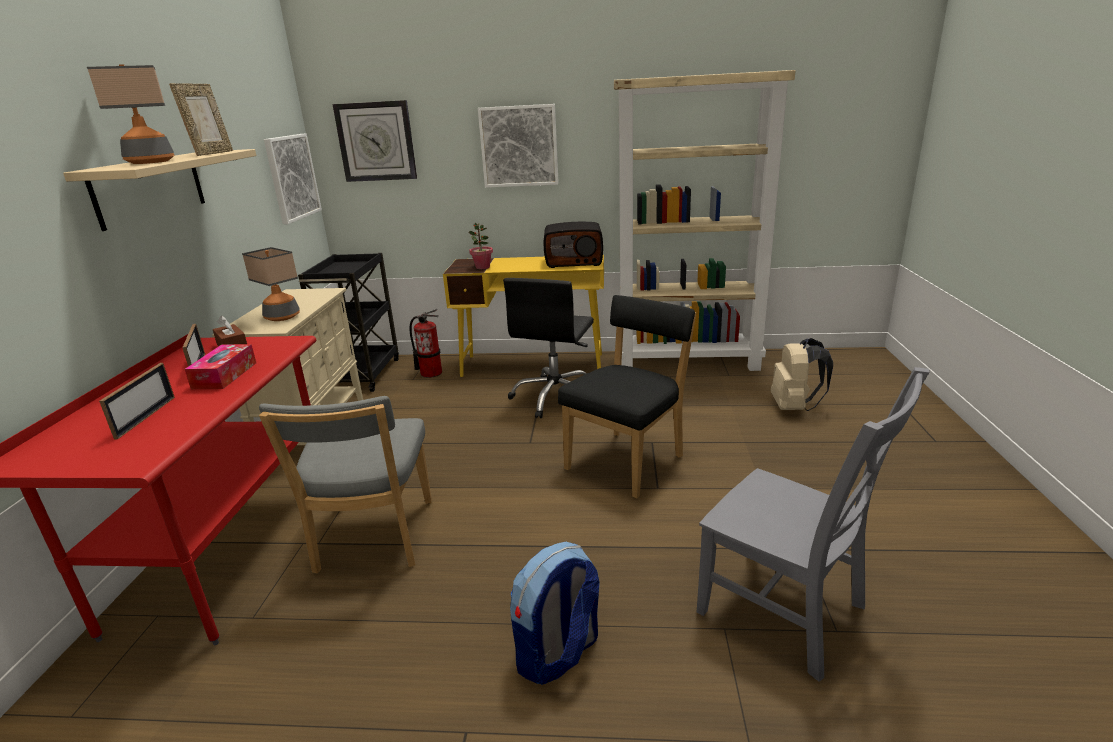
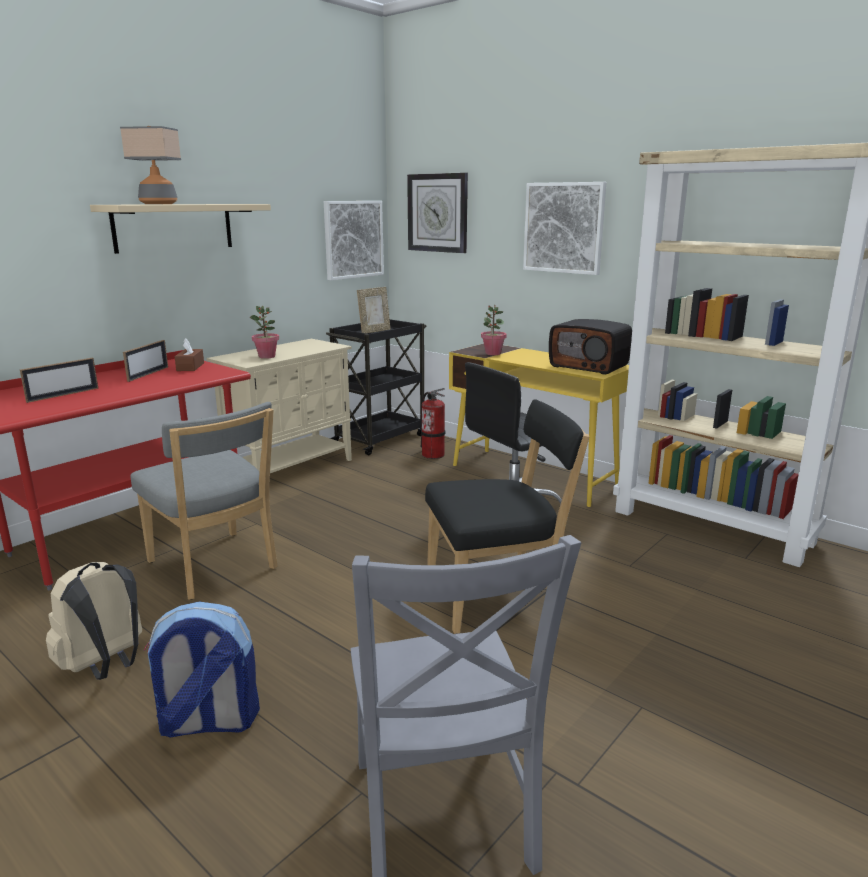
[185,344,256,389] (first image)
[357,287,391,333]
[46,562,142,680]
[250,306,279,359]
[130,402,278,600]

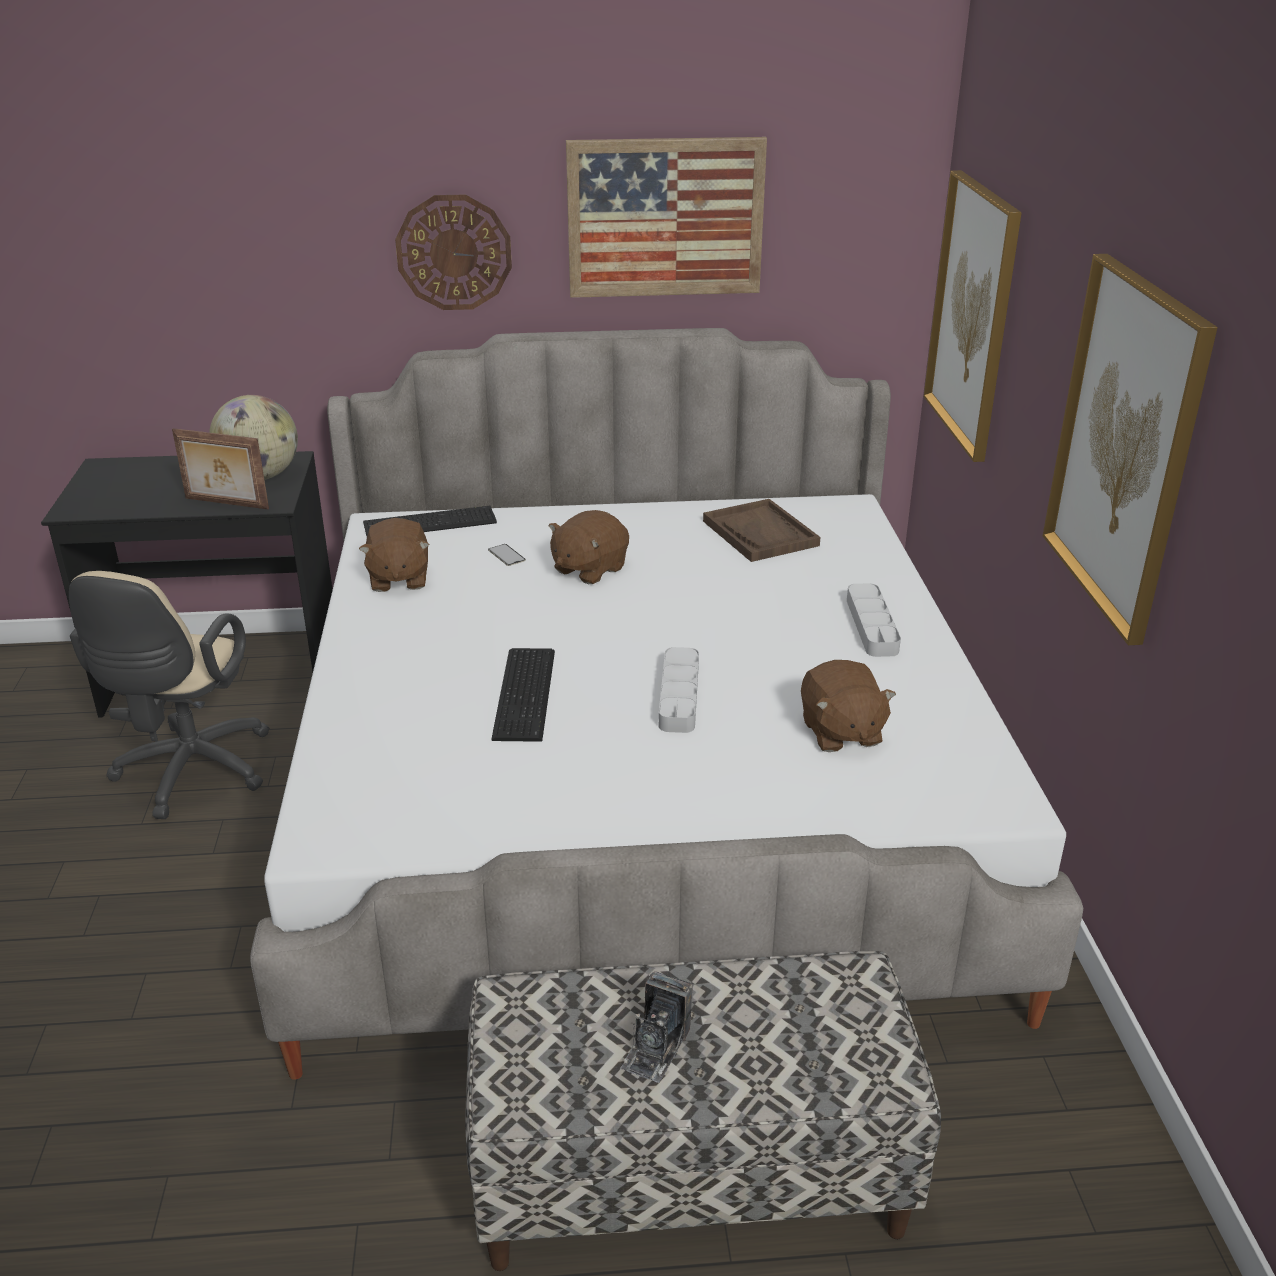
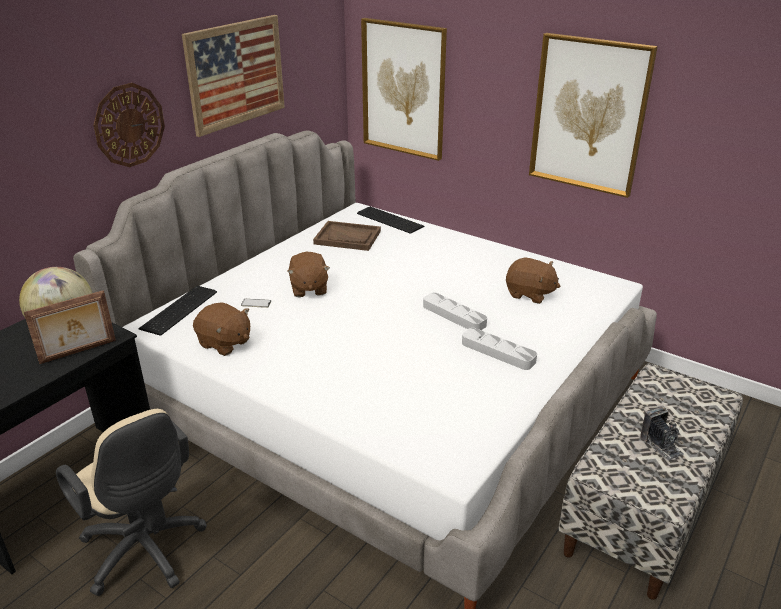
[357,206,425,234]
[462,328,537,370]

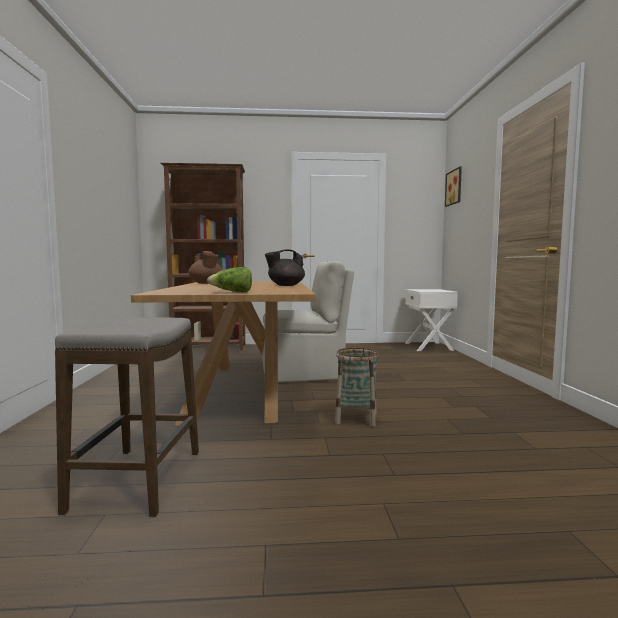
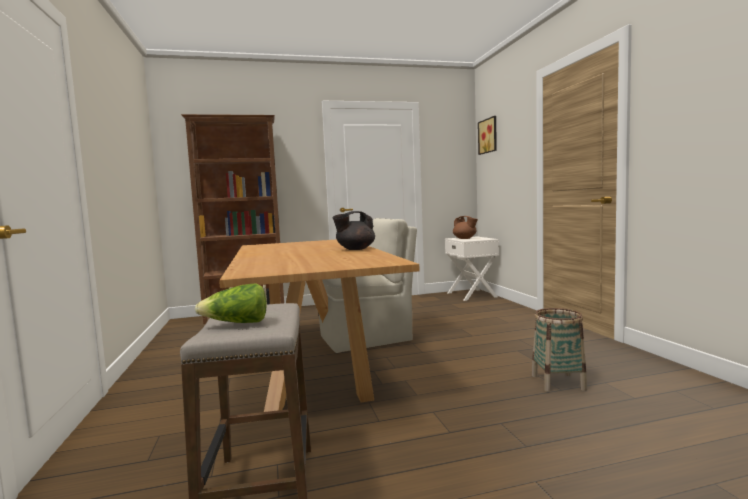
[453,216,478,239]
[195,283,267,323]
[532,308,587,392]

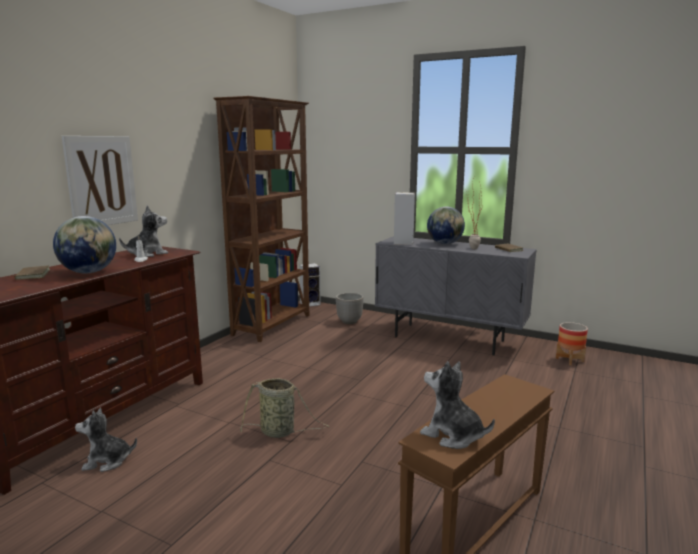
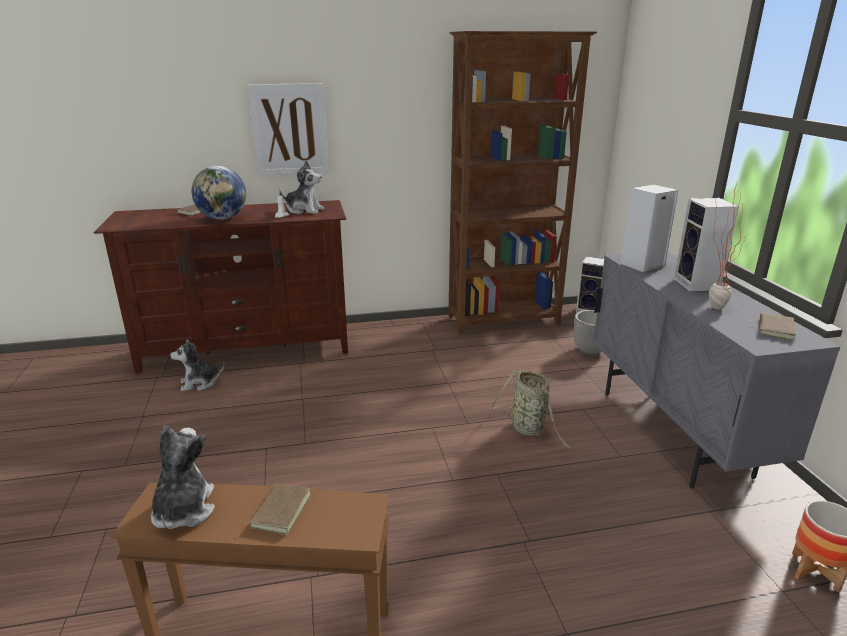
[237,484,311,535]
[489,369,572,449]
[674,198,739,291]
[170,339,225,391]

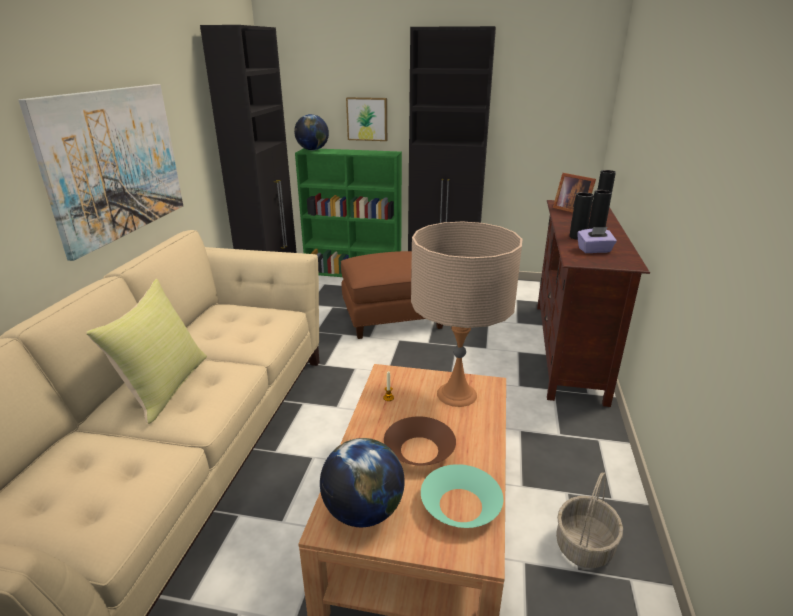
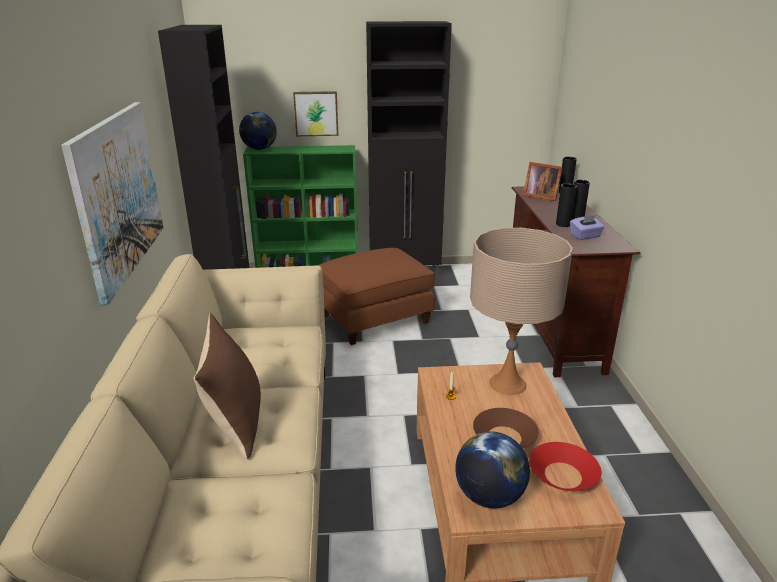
[556,472,623,568] (first image)
[193,313,261,459]
[529,442,601,491]

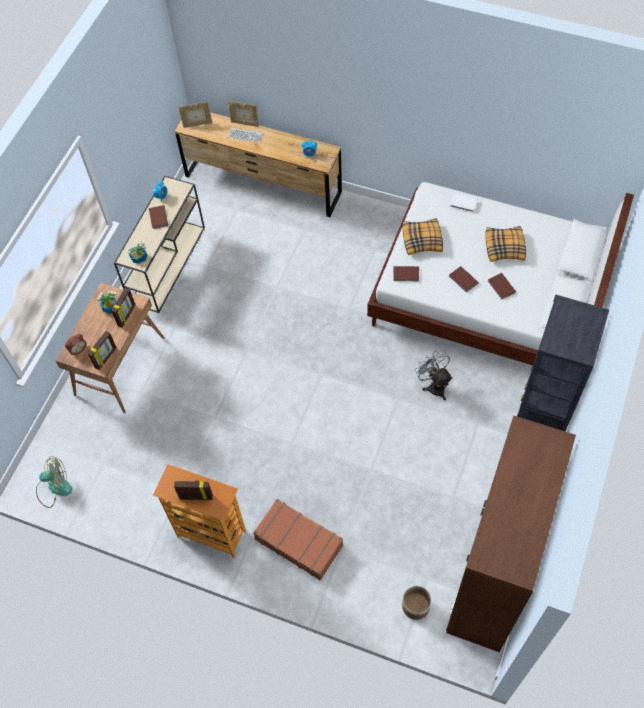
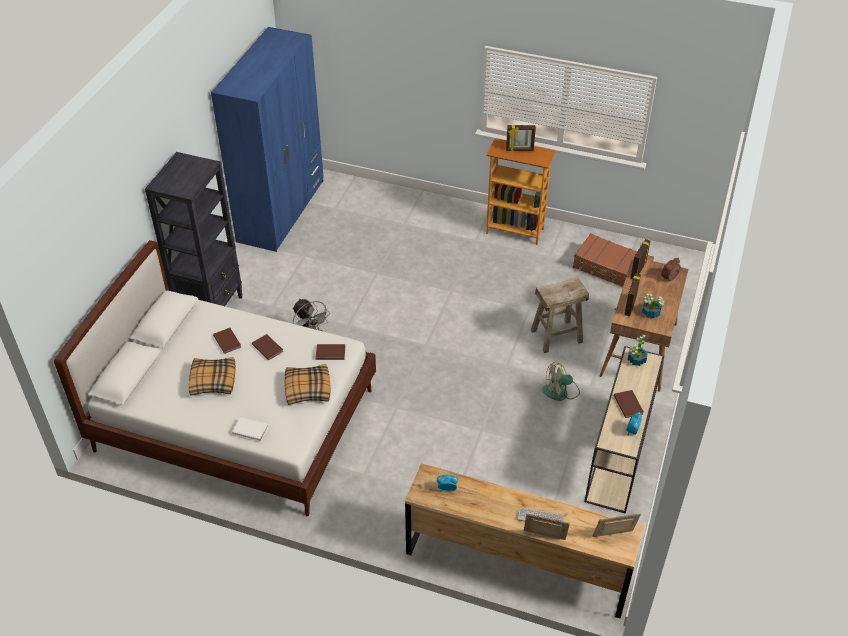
[402,586,431,620] (first image)
[531,277,589,353]
[542,362,580,401]
[573,233,654,287]
[211,27,324,252]

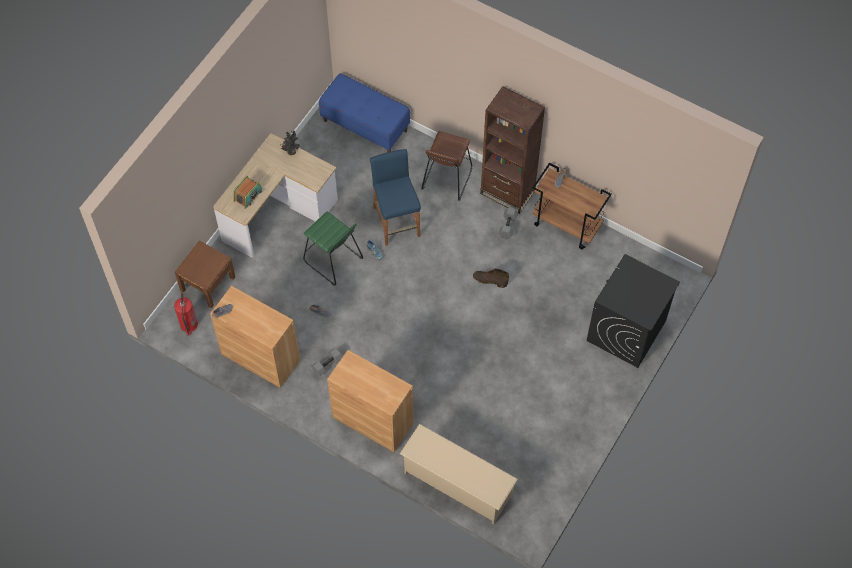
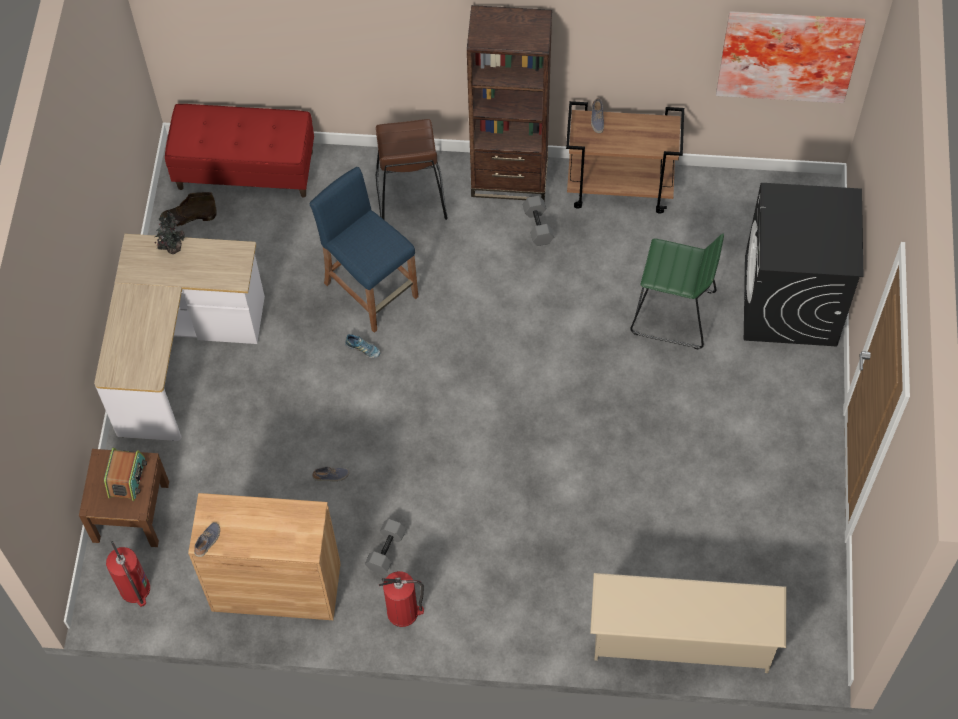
[327,350,413,452] (first image)
[379,571,424,627]
[716,11,866,103]
[104,448,147,501]
[630,234,724,349]
[161,192,217,226]
[165,104,314,198]

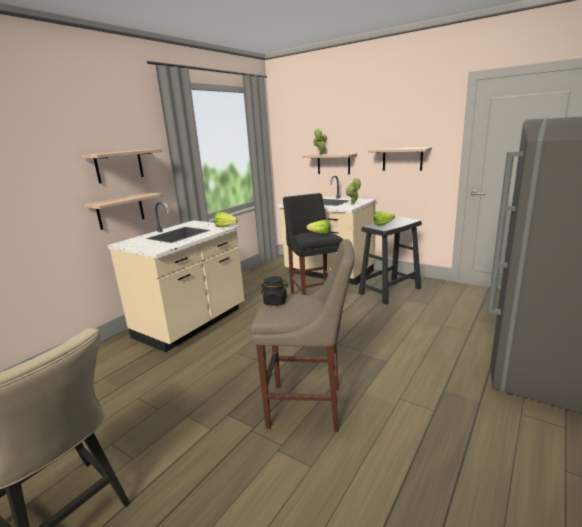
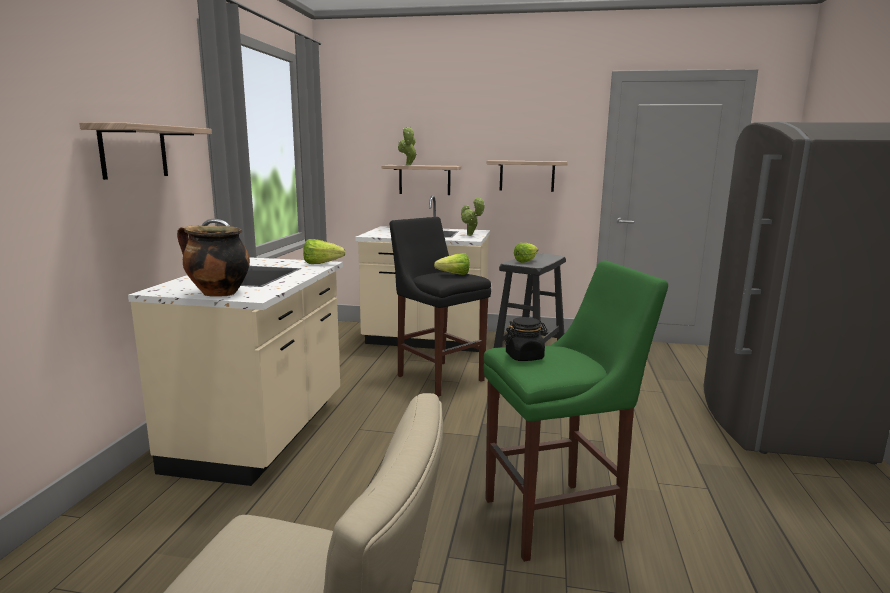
[84,192,163,230] (first image)
[177,225,250,297]
[484,260,668,562]

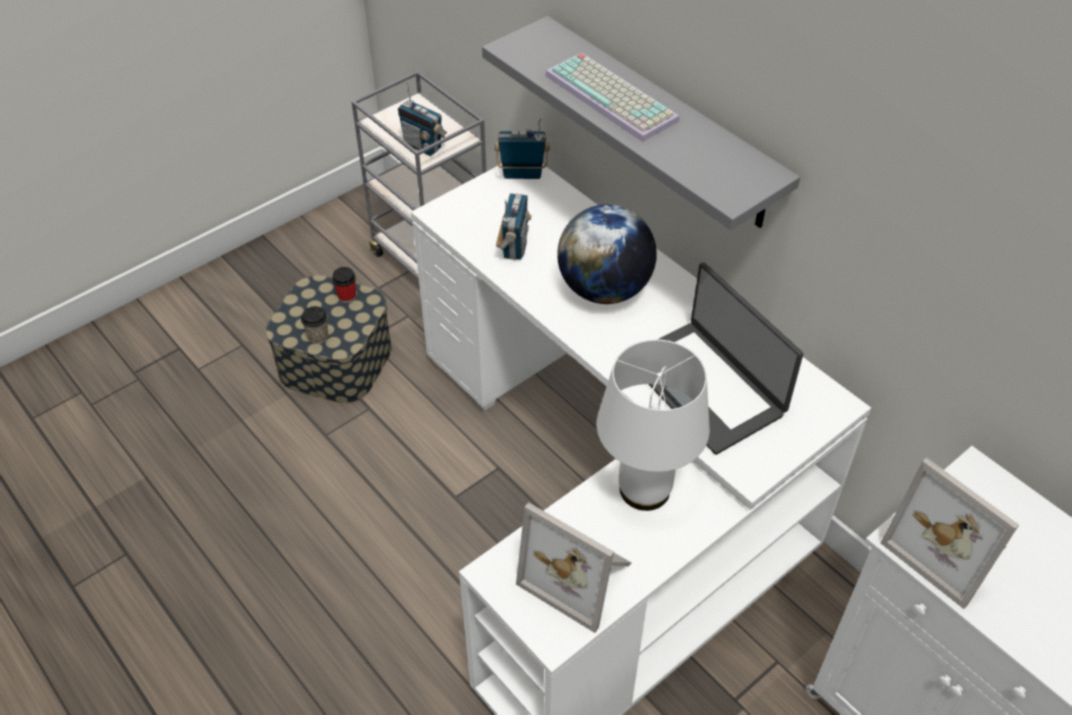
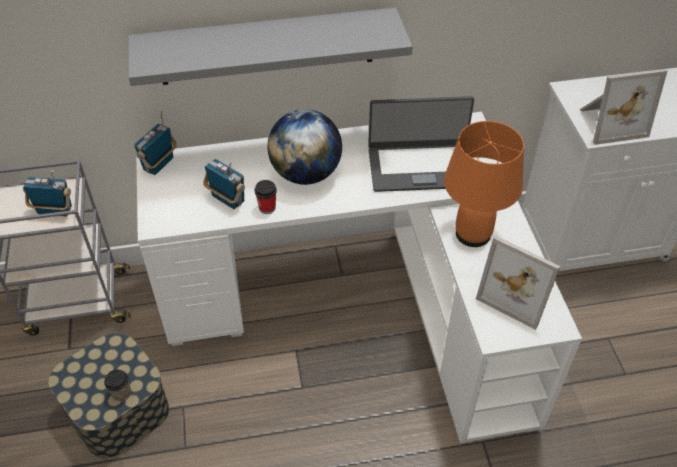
[545,53,680,142] (first image)
[255,180,277,214]
[444,121,524,247]
[23,170,72,216]
[476,235,560,330]

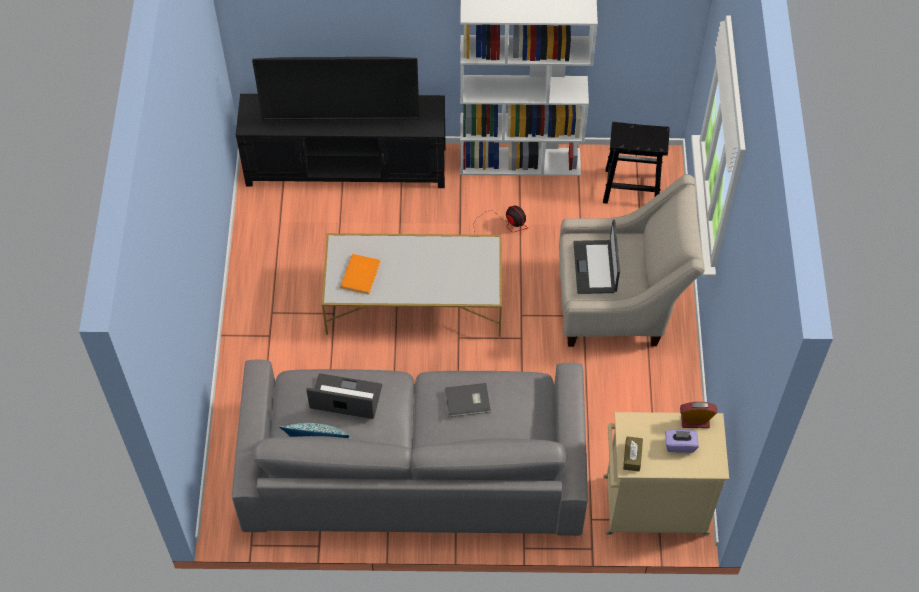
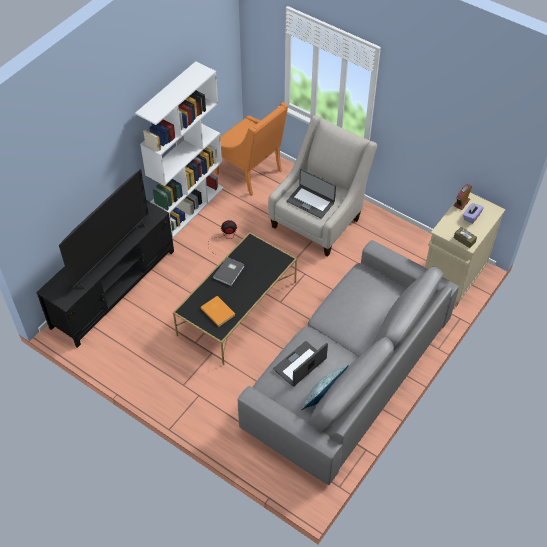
[213,257,245,286]
[215,102,288,196]
[173,232,297,365]

